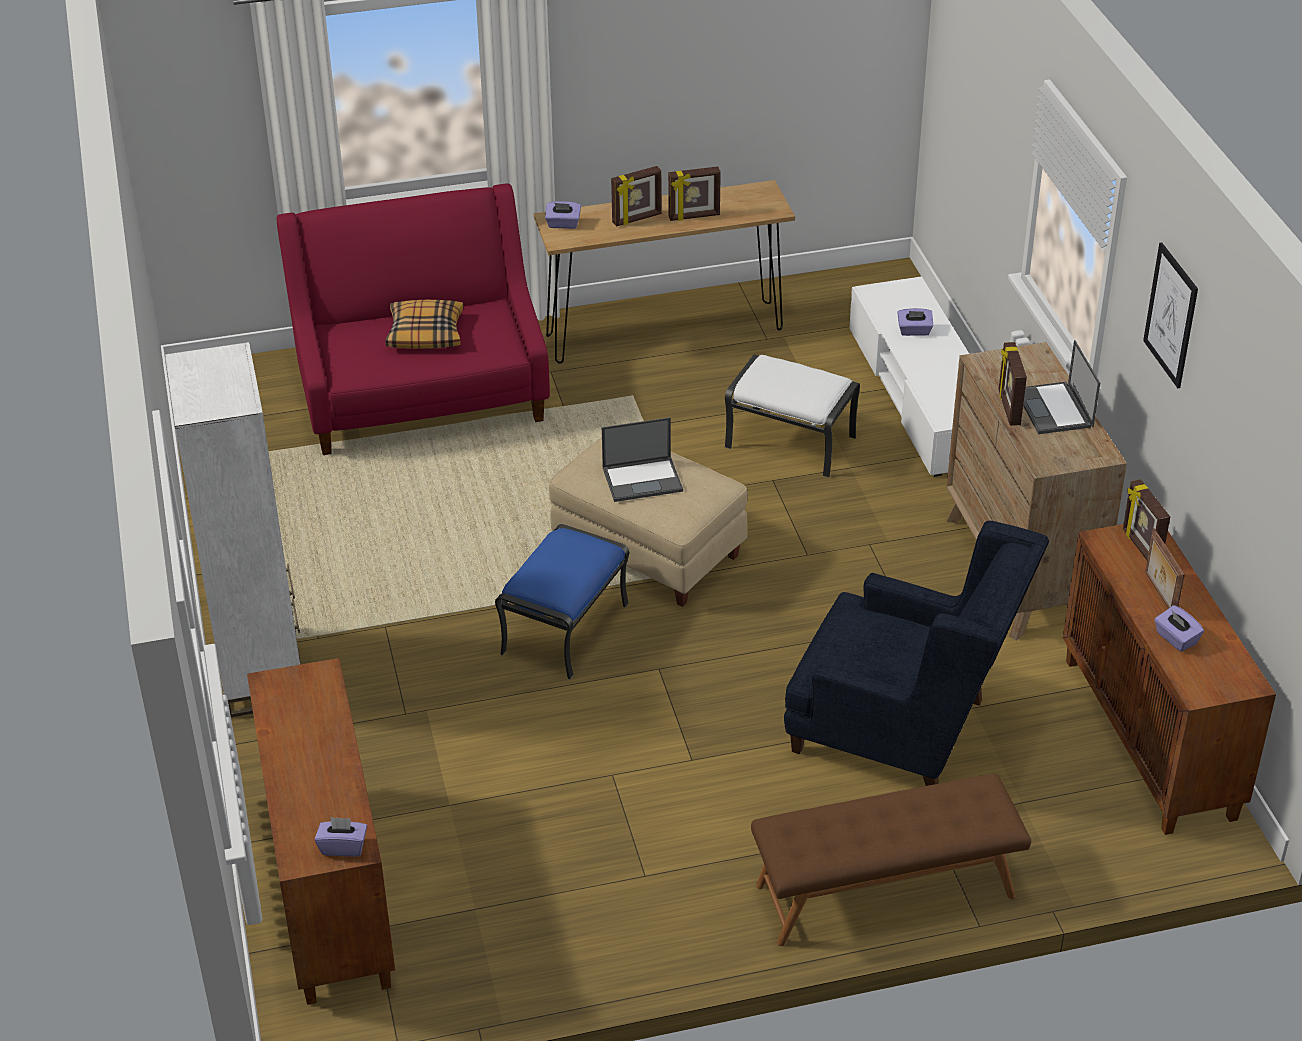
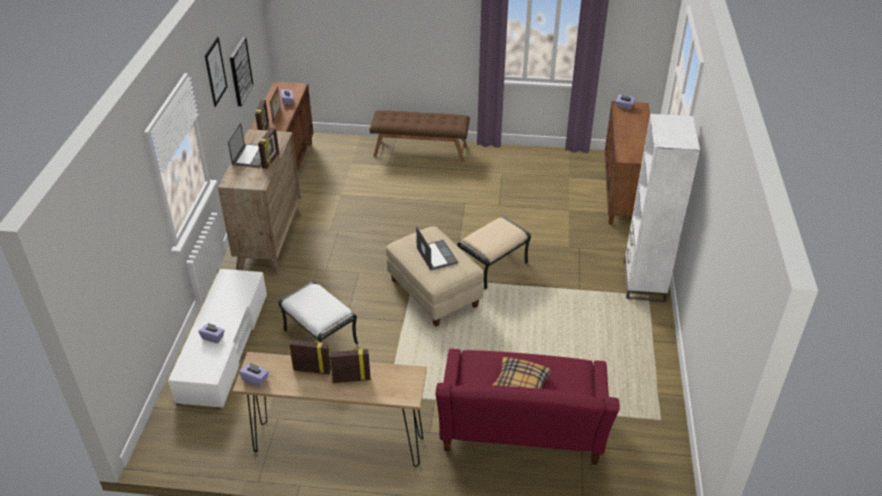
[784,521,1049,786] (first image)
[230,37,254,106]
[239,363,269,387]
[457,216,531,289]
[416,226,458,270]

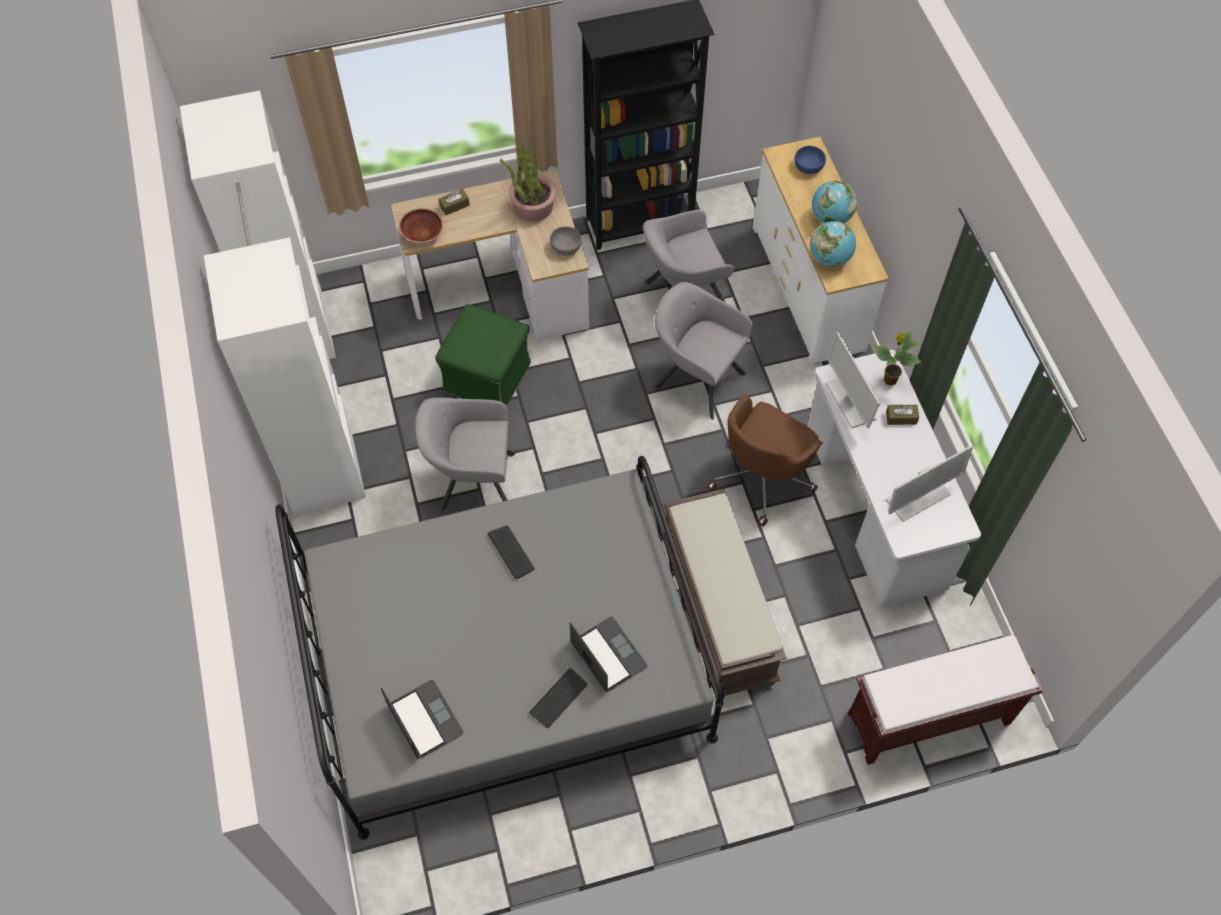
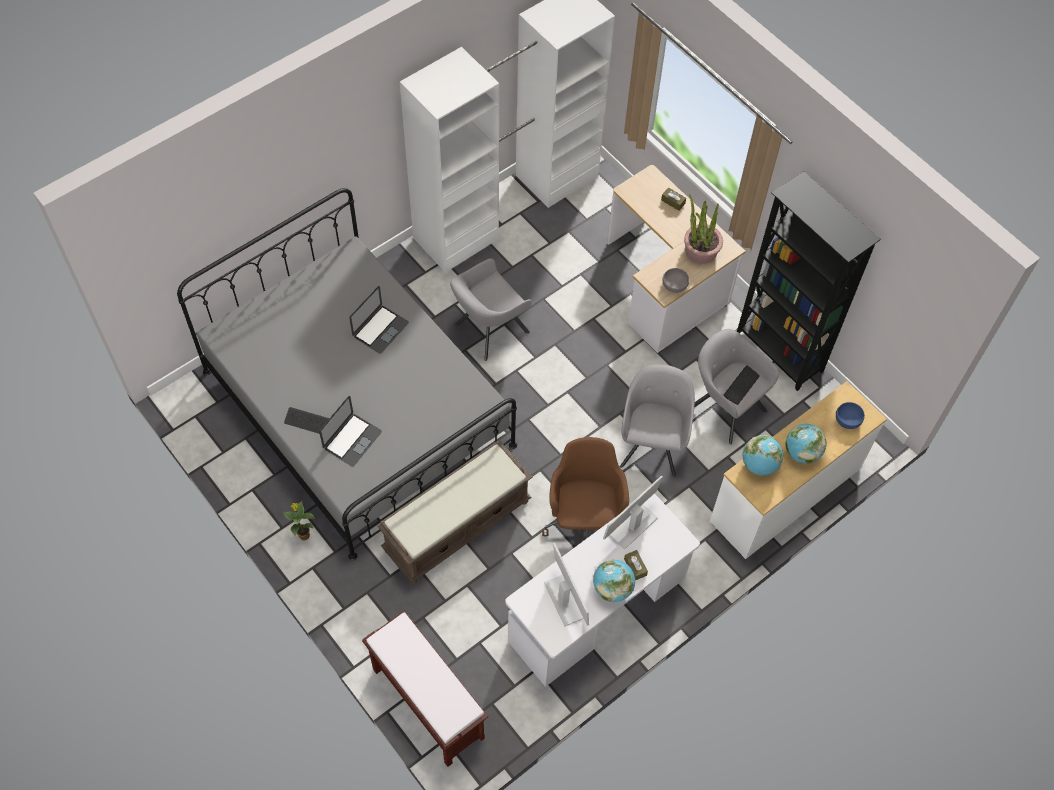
[399,208,443,243] (first image)
[435,304,531,406] (first image)
[593,560,635,602]
[349,286,409,354]
[724,365,760,405]
[283,501,315,540]
[450,259,532,361]
[542,437,629,539]
[544,543,589,626]

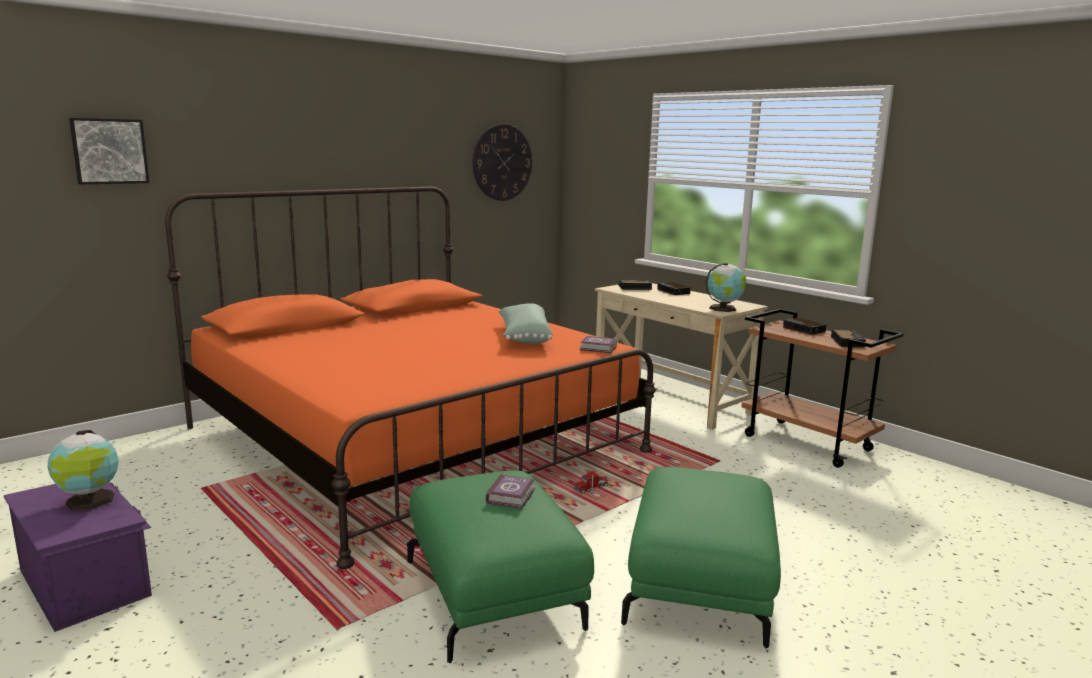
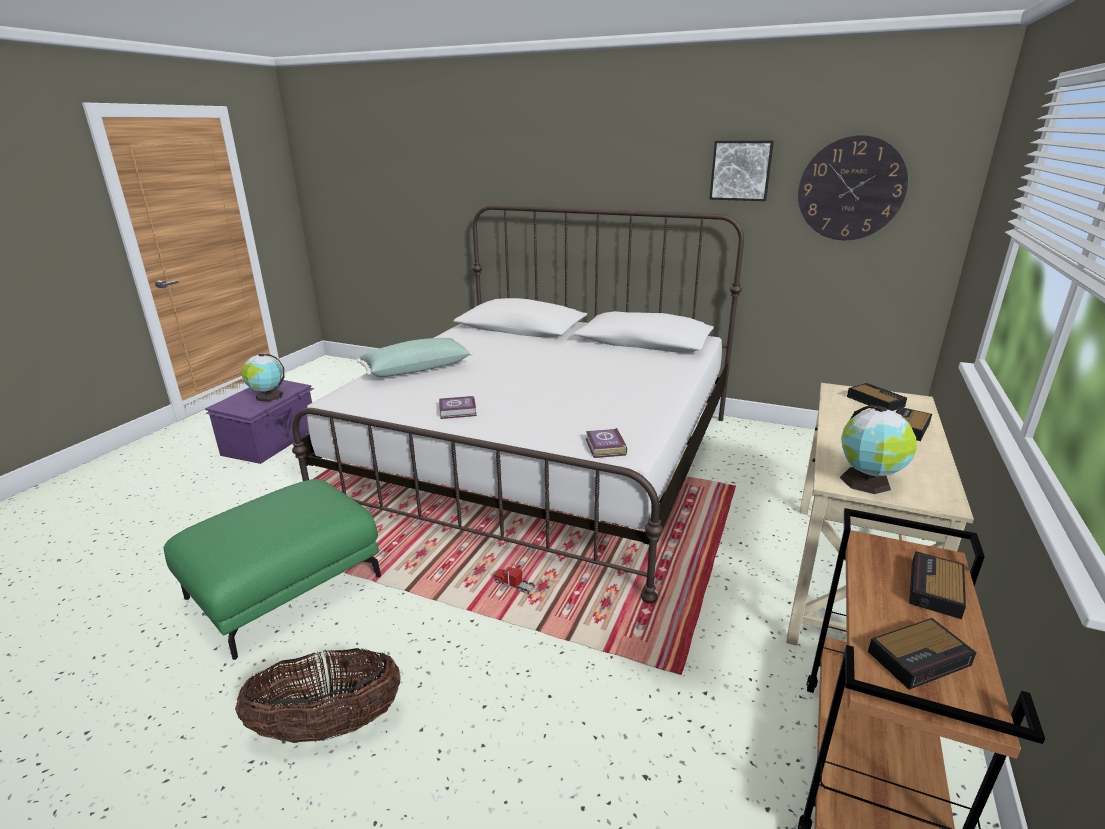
[710,141,774,201]
[439,396,477,419]
[357,338,473,377]
[235,648,400,743]
[292,205,744,603]

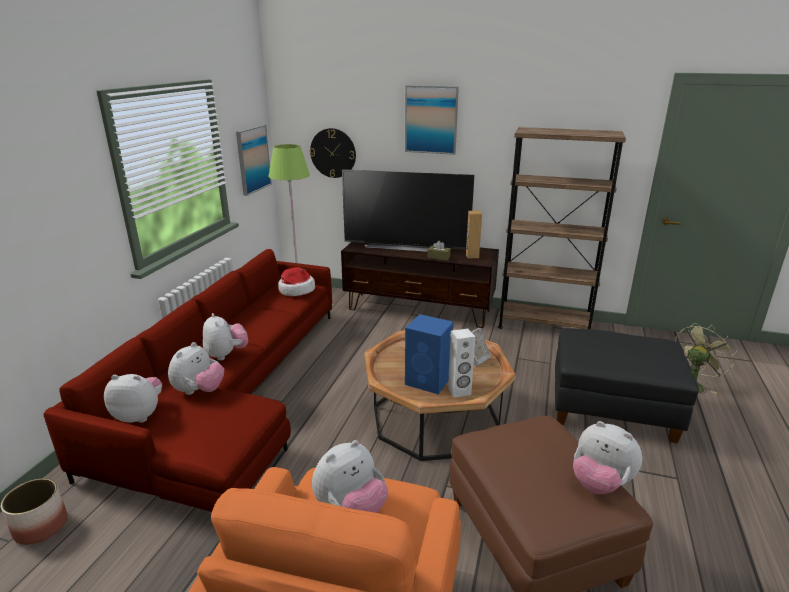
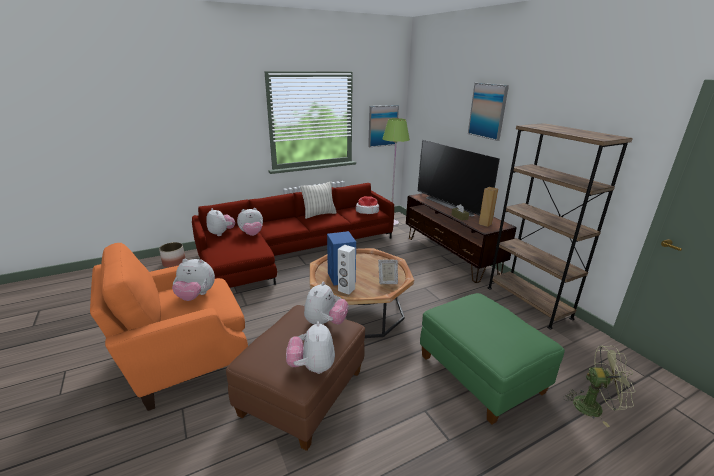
[310,128,356,178] (first image)
[300,182,337,219]
[304,282,349,324]
[420,293,565,425]

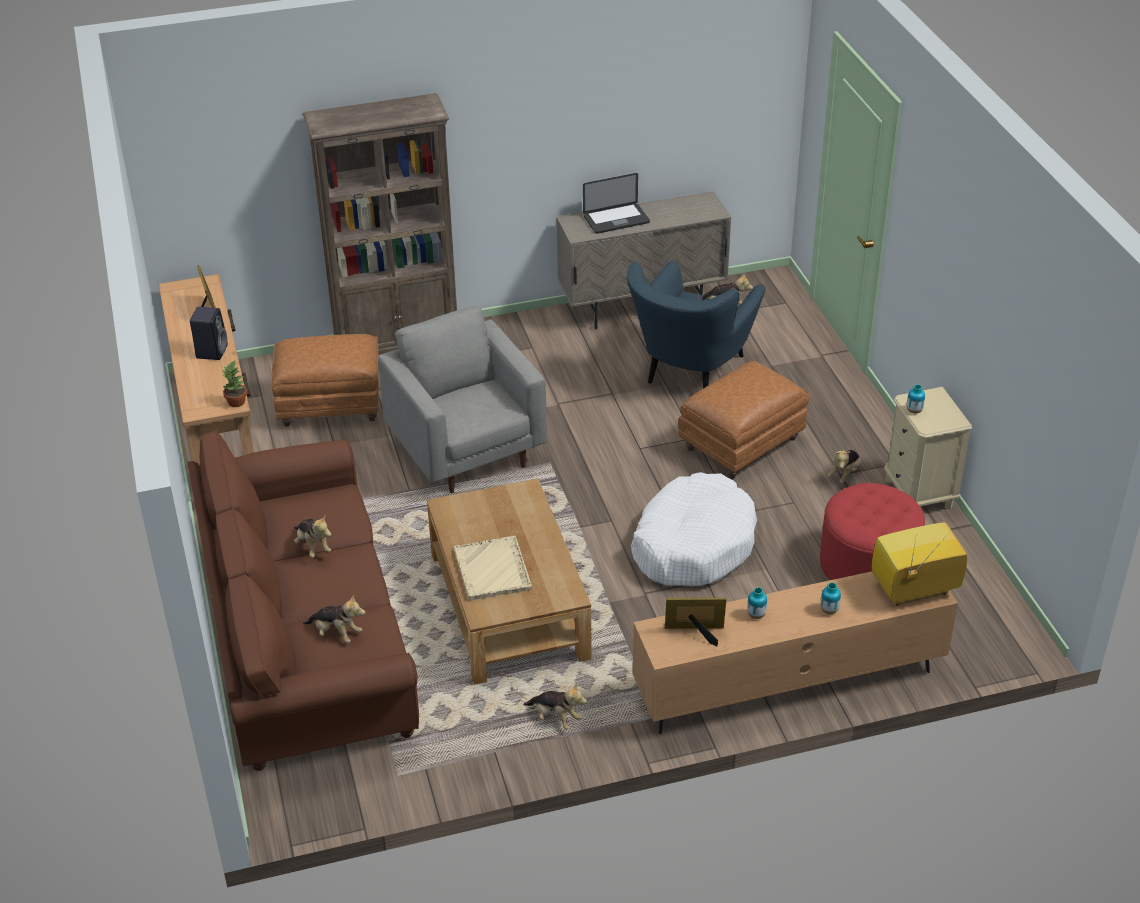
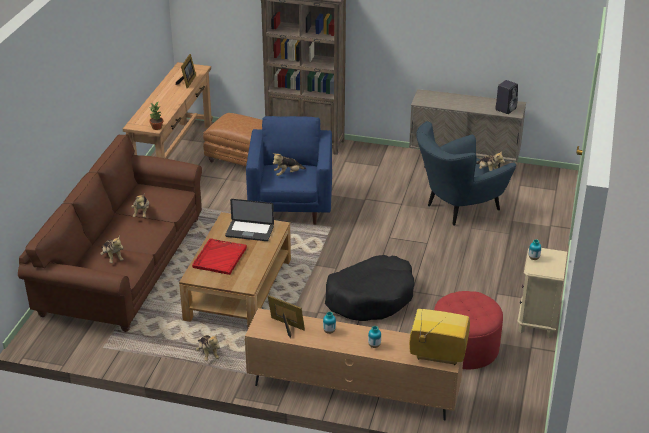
[678,361,810,478] (first image)
[495,80,518,114]
[225,199,274,241]
[273,153,306,176]
[246,116,332,225]
[192,238,247,275]
[325,255,414,321]

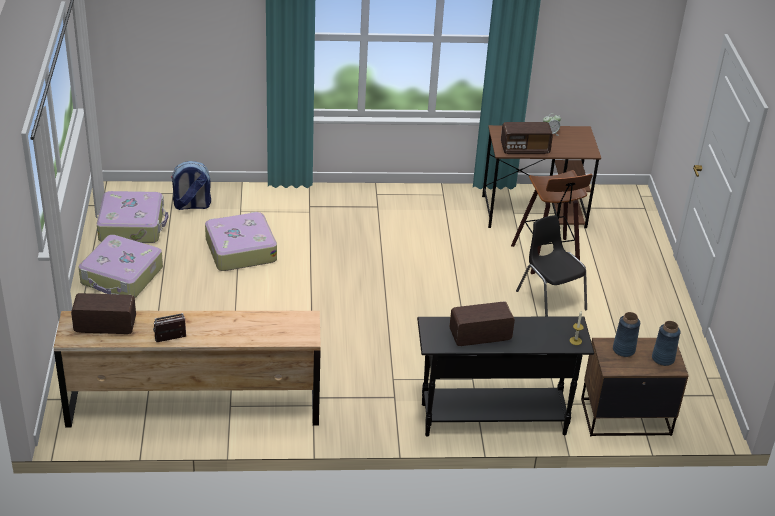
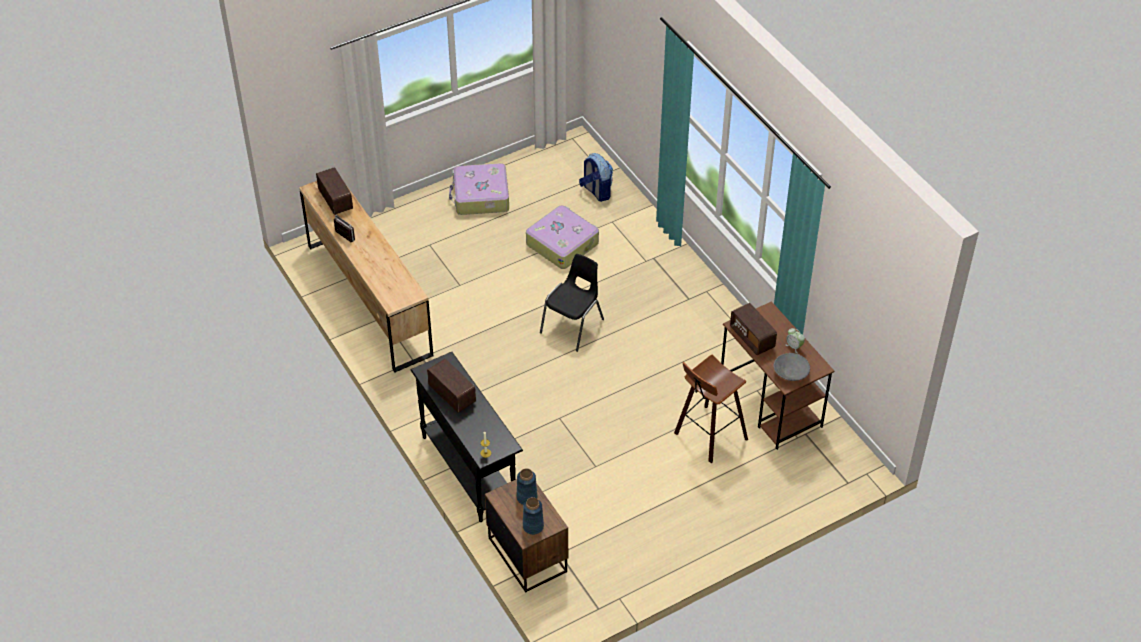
[97,191,169,243] (first image)
[774,353,810,381]
[540,254,604,352]

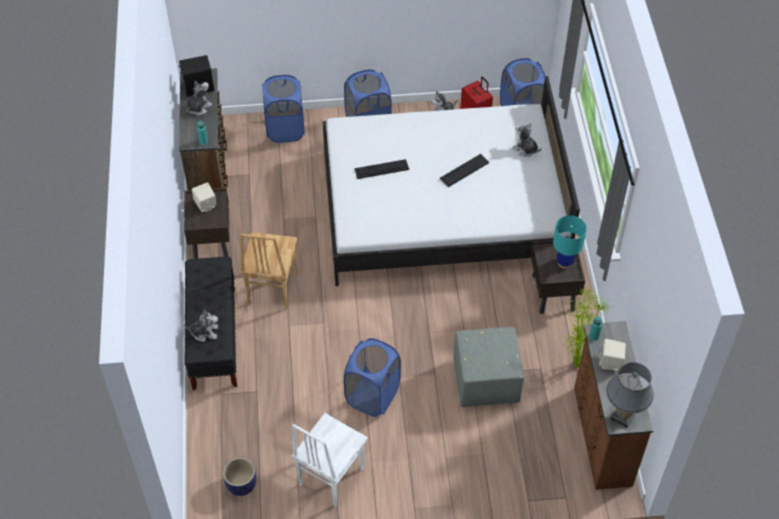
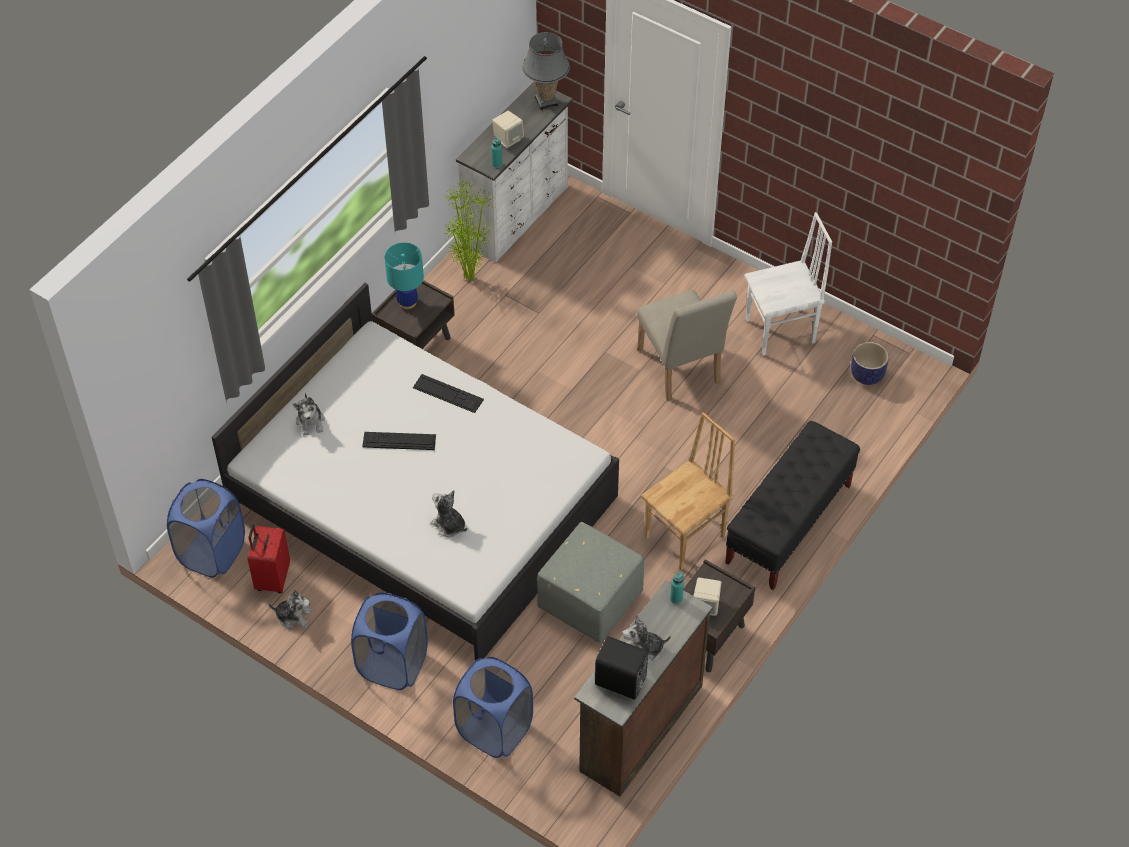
[430,490,467,538]
[413,374,484,413]
[537,522,644,643]
[637,290,737,401]
[456,82,573,263]

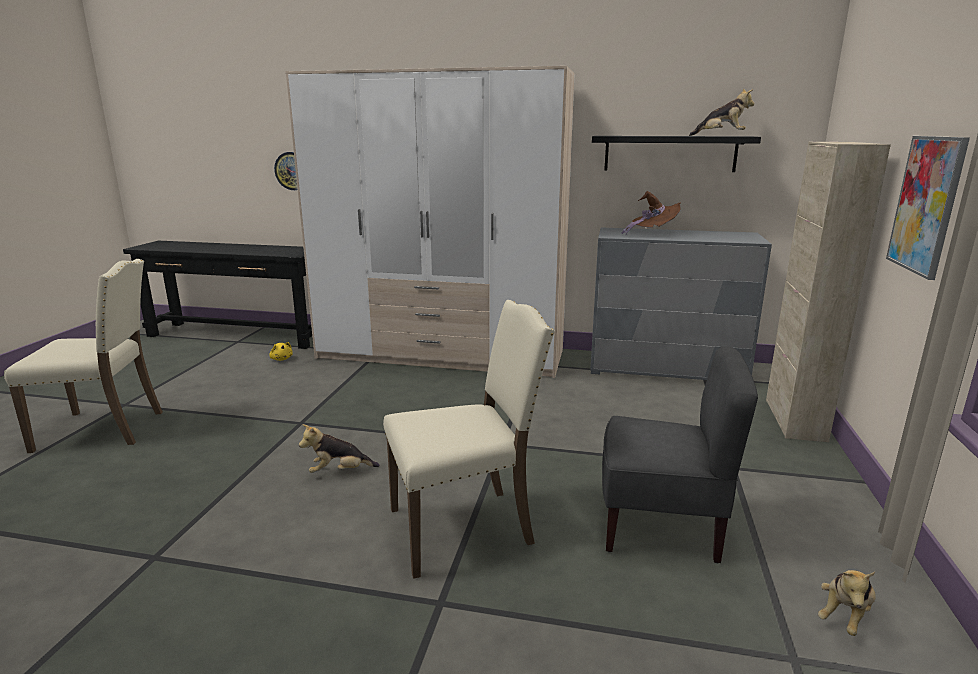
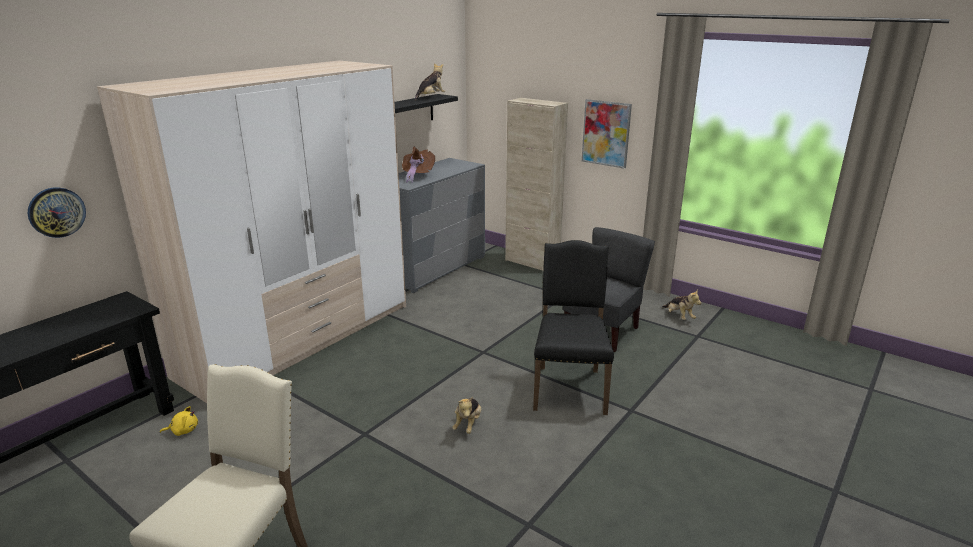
[533,240,614,415]

